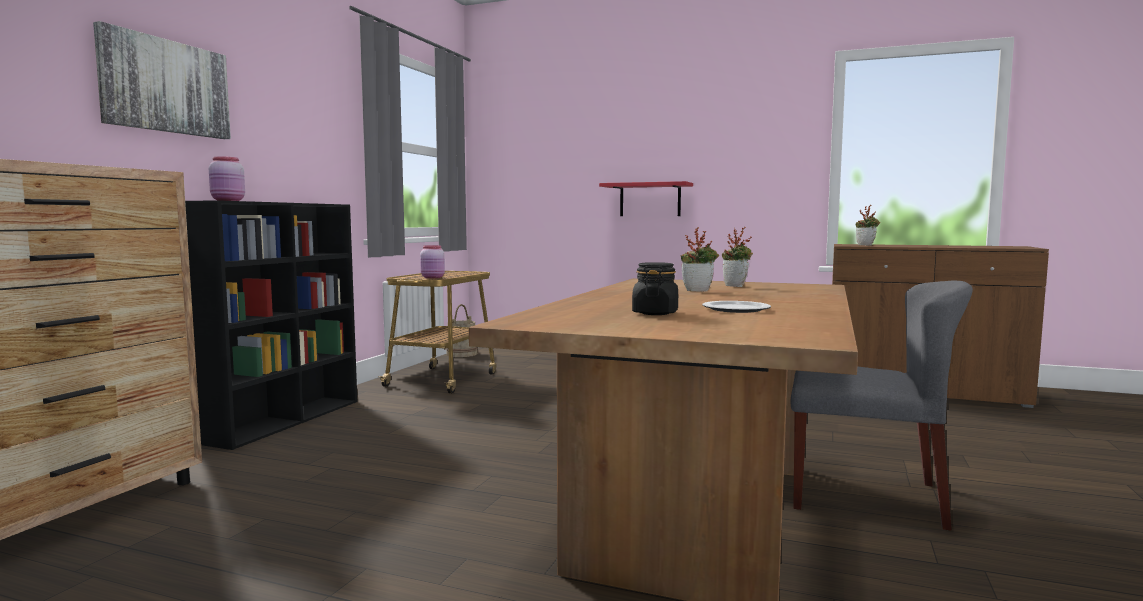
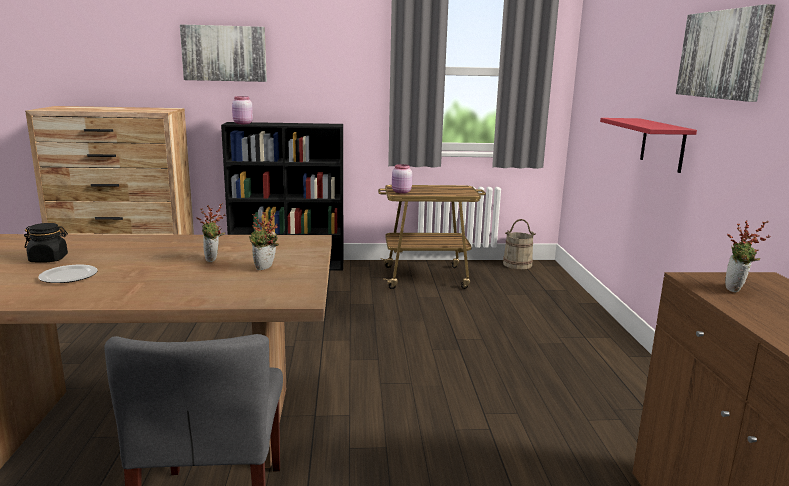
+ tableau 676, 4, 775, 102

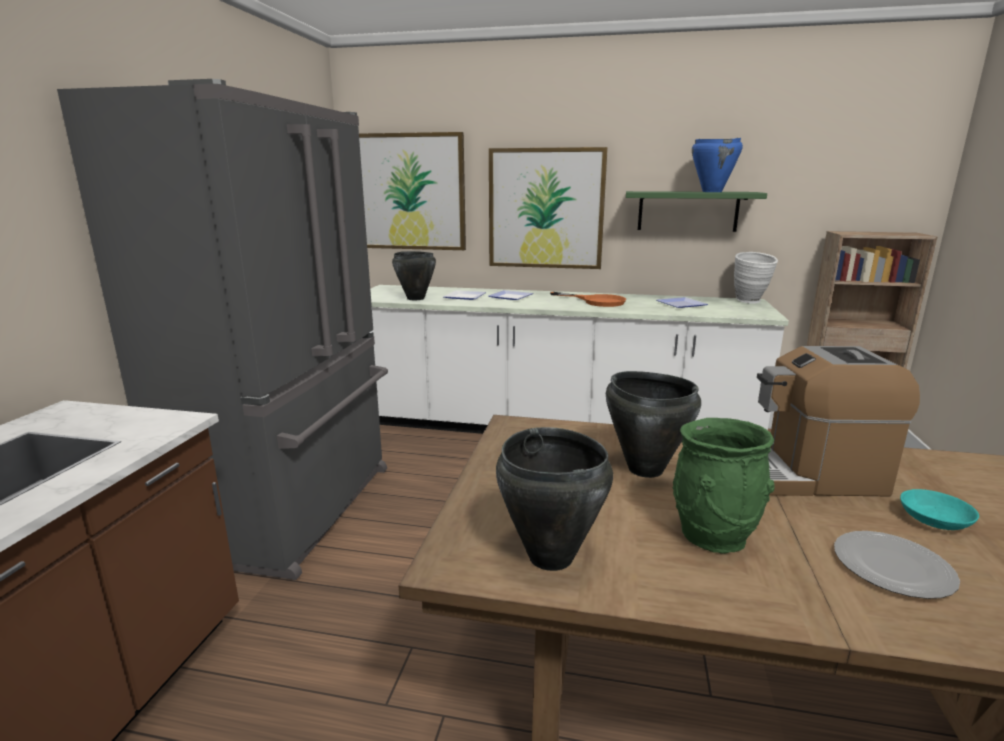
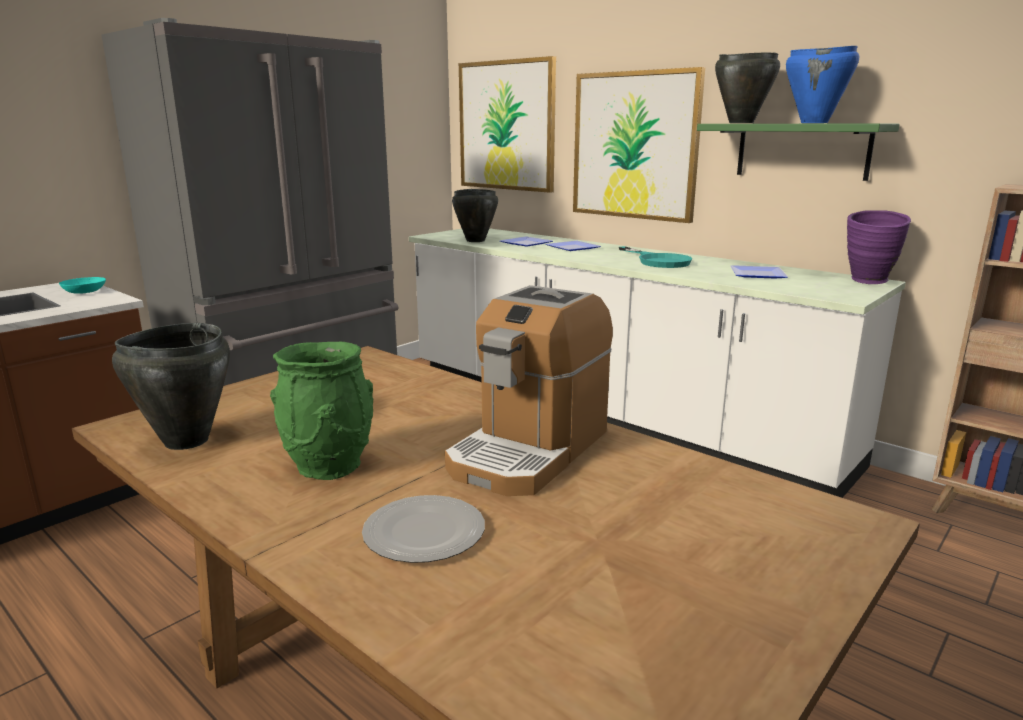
~ poêle [orange] 550, 292, 626, 307 to poêle [turquoise] 619, 246, 693, 268
~ marmite [noir] 606, 371, 701, 478 to 715, 52, 780, 123
~ vase [blanc] 734, 252, 778, 304 to vase [violet] 847, 210, 911, 284
~ machine à café 757, 346, 920, 496 = 445, 285, 613, 496 90 degrees counterclockwise
~ bol [turquoise] 900, 489, 979, 530 to 59, 277, 106, 294

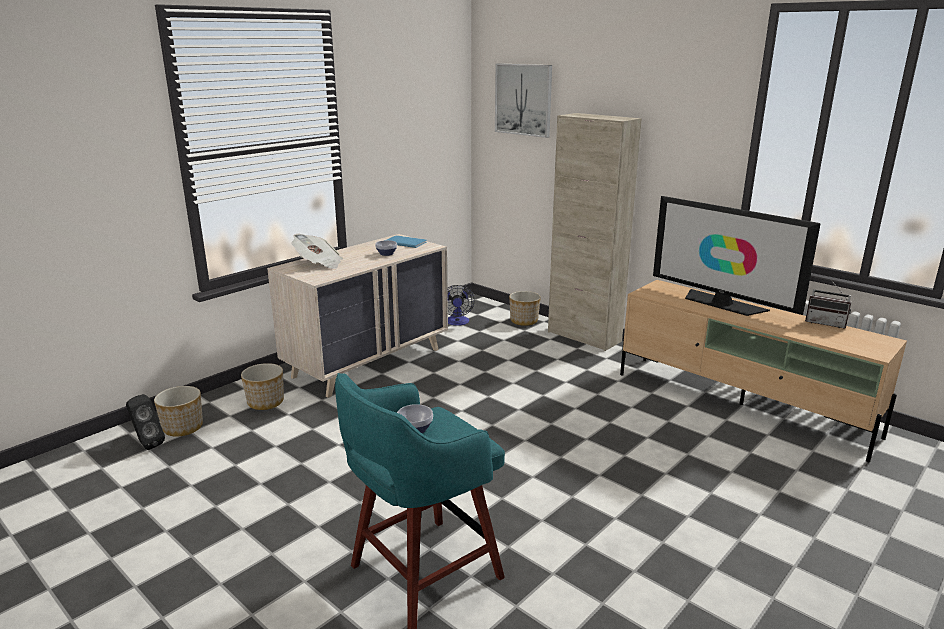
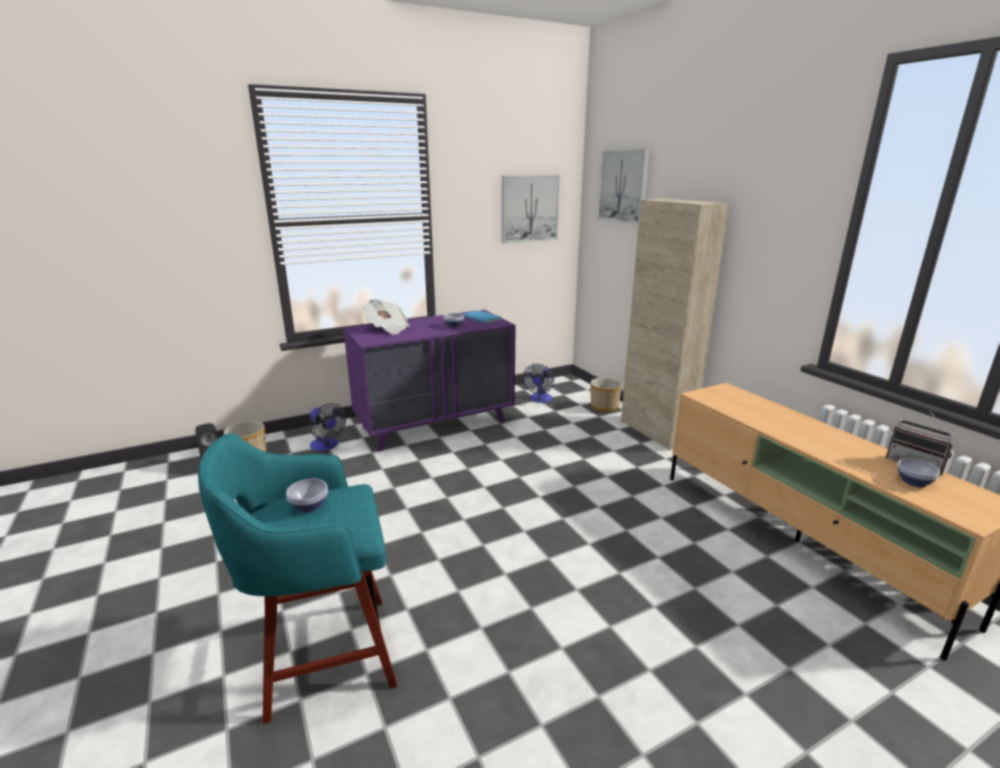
~ cache-pot 241, 363, 284, 410 to ventilateur 310, 403, 346, 451
~ commode [beige] 267, 234, 448, 398 to commode [violet] 343, 310, 516, 452
- téléviseur 653, 196, 821, 316
+ tableau 502, 175, 560, 244
+ bol 897, 458, 940, 487

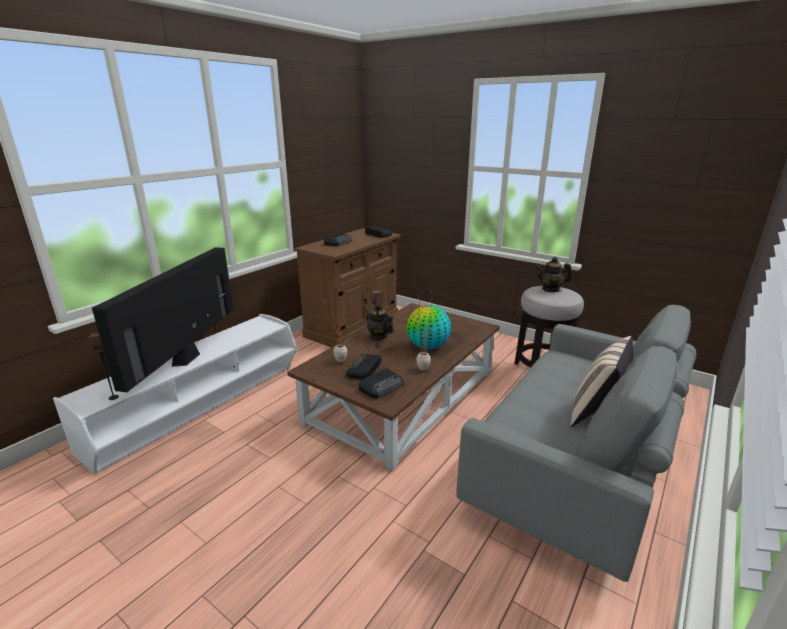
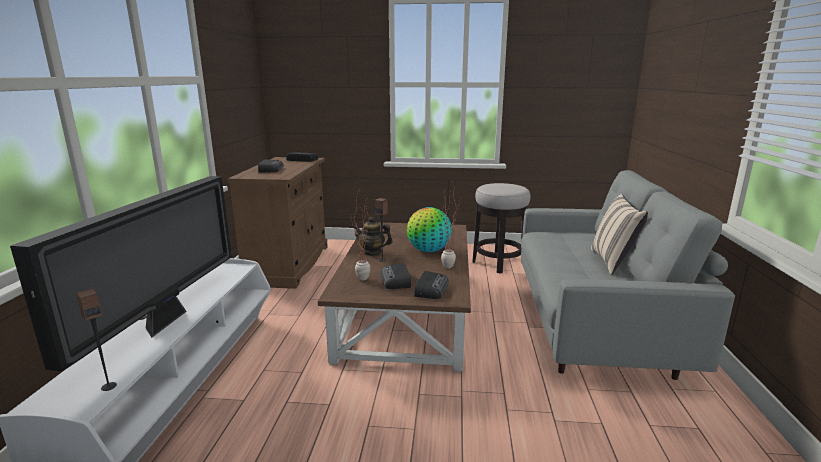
~ téléviseur 92, 247, 234, 392 = 10, 176, 232, 372 150 degrees counterclockwise
- théière 535, 257, 572, 292

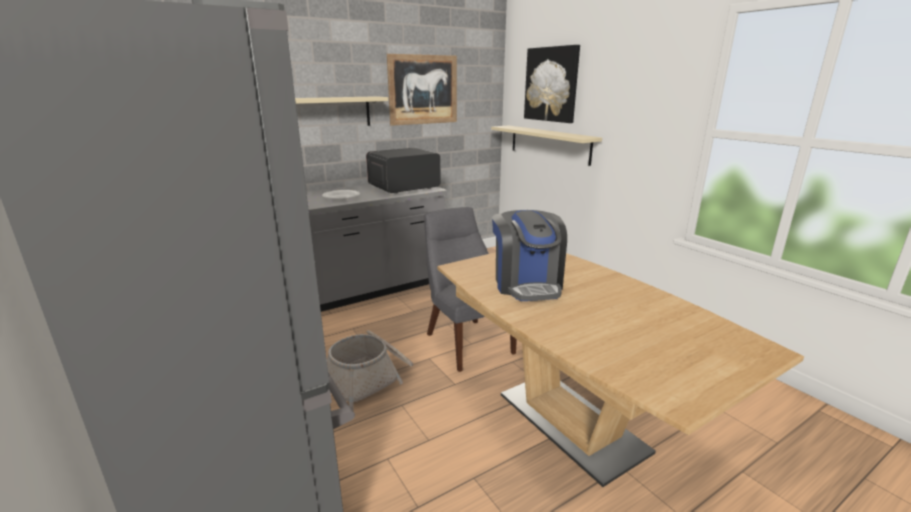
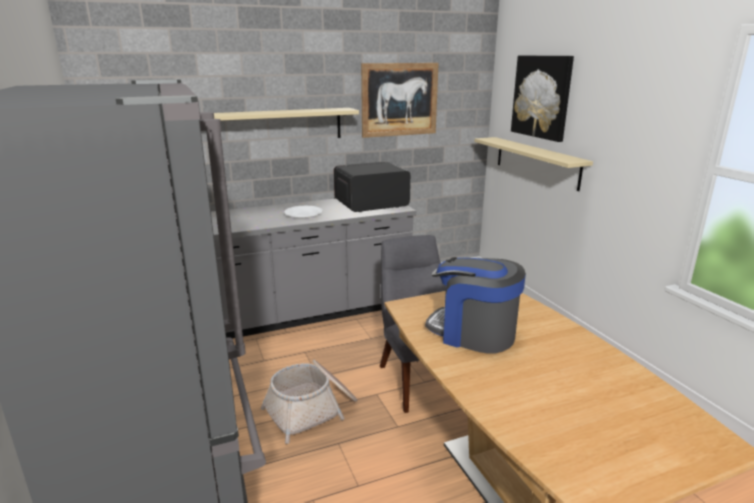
~ machine à café 492, 210, 567, 301 = 425, 257, 526, 354 120 degrees clockwise

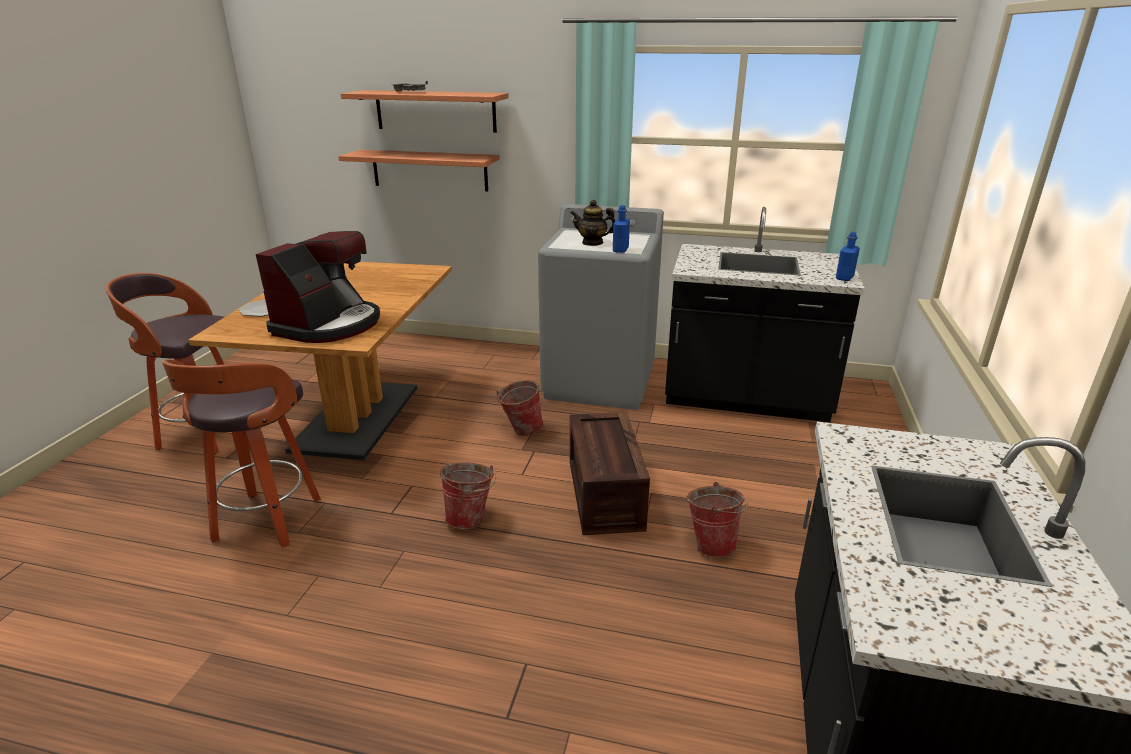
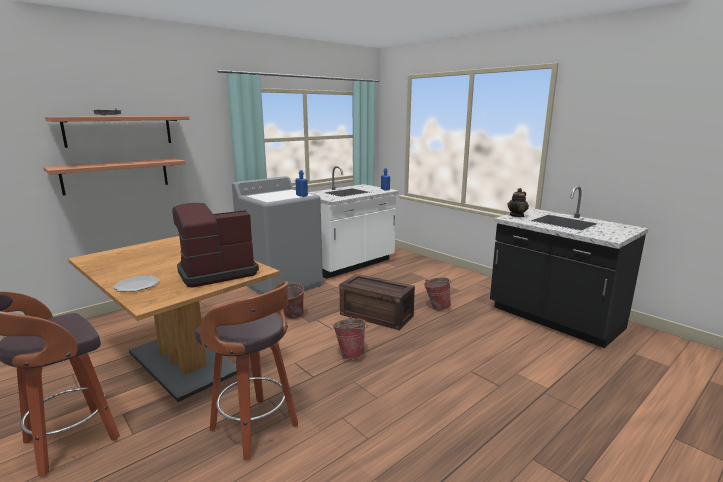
~ machine à café 256, 231, 380, 343 = 173, 203, 259, 288 90 degrees counterclockwise
~ théière 571, 200, 615, 246 to 507, 188, 529, 218
~ comptoir de cuisine [noir] 665, 207, 865, 422 to comptoir de cuisine [blanc] 308, 166, 399, 279

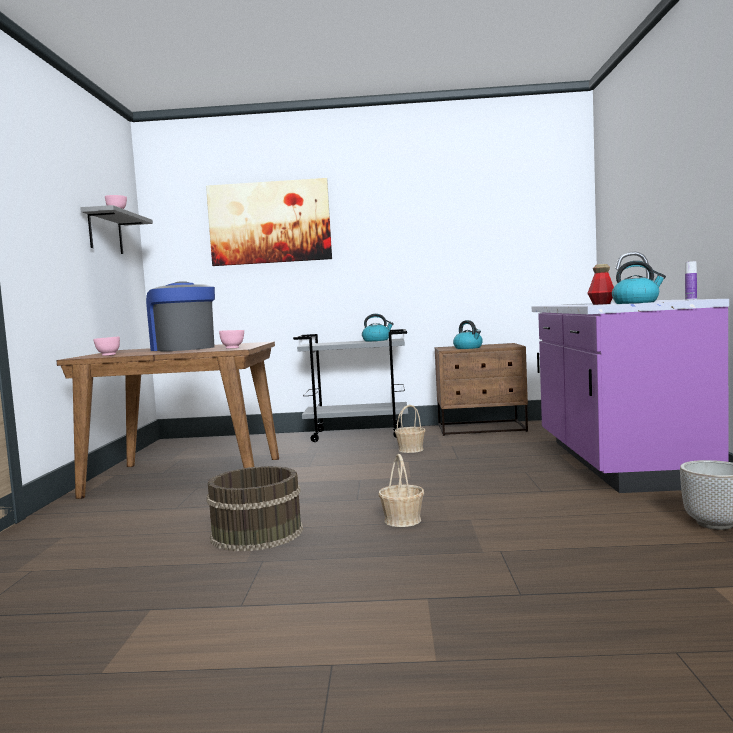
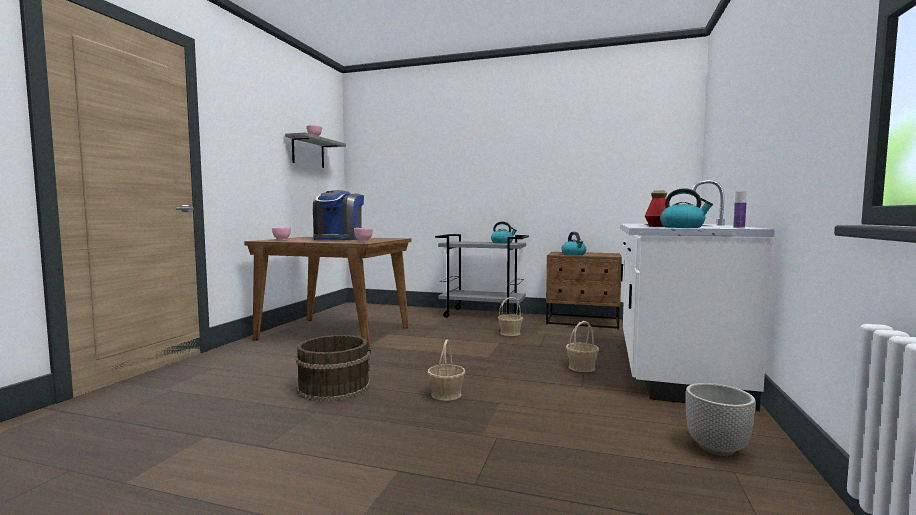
~ machine à café 146, 281, 215, 351 = 313, 190, 364, 240 150 degrees counterclockwise
- tableau 206, 178, 332, 266
~ comptoir de cuisine [violet] 532, 252, 729, 493 to comptoir de cuisine [blanc] 620, 180, 775, 411
+ panier 566, 321, 599, 372

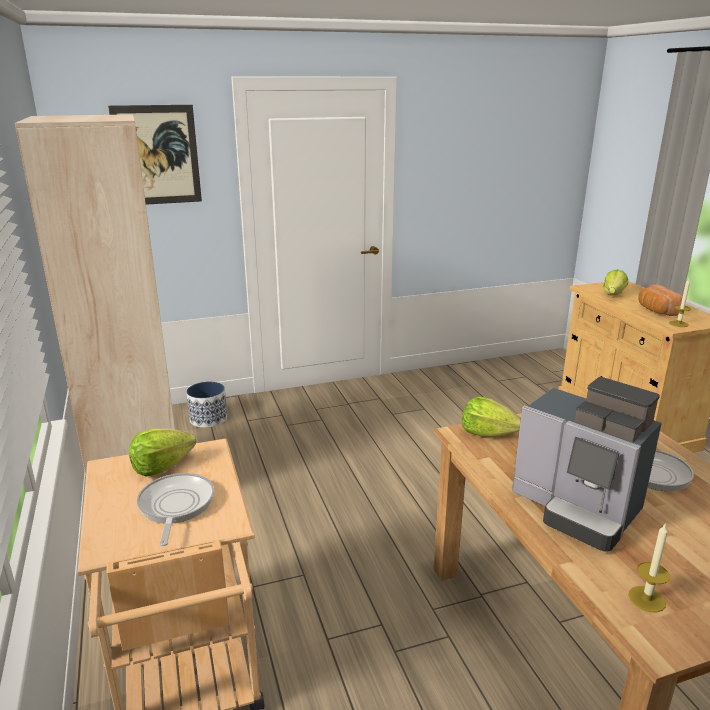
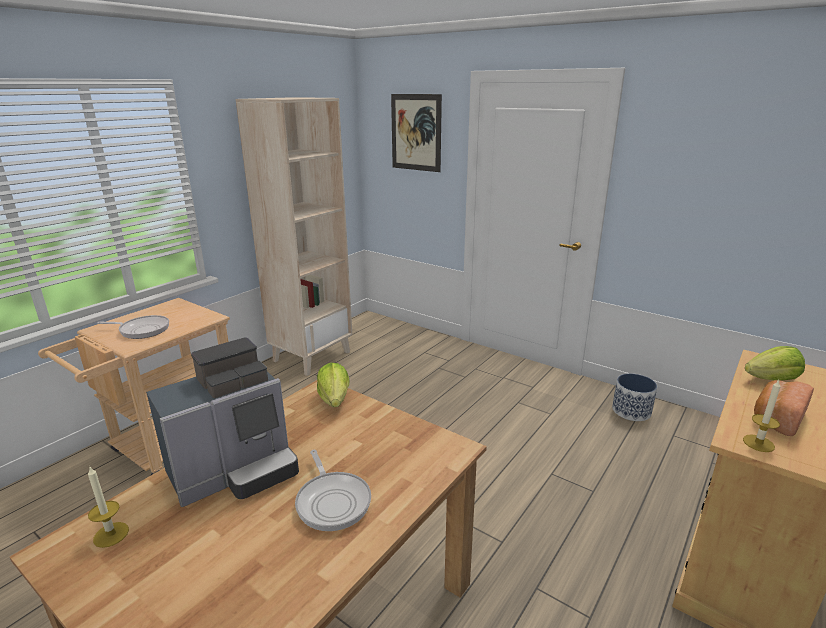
- laitue 129, 429, 196, 476
~ poêle 137, 473, 214, 546 = 97, 315, 169, 339 45 degrees clockwise
~ cache-pot 186, 382, 227, 428 to 612, 373, 657, 421
~ machine à café 512, 377, 662, 552 = 146, 337, 299, 507 135 degrees counterclockwise

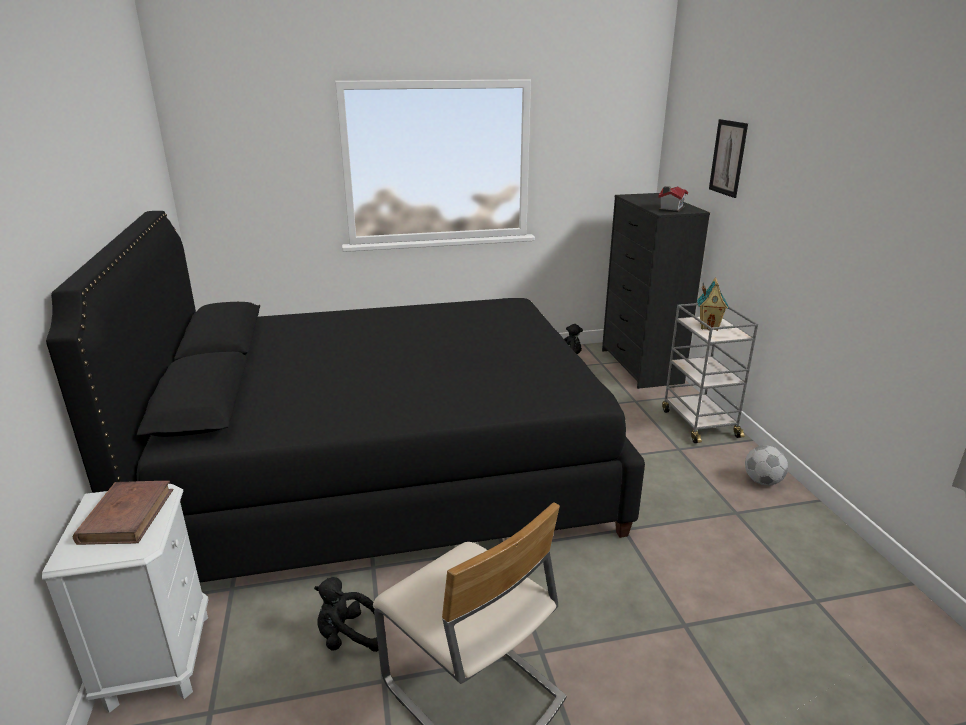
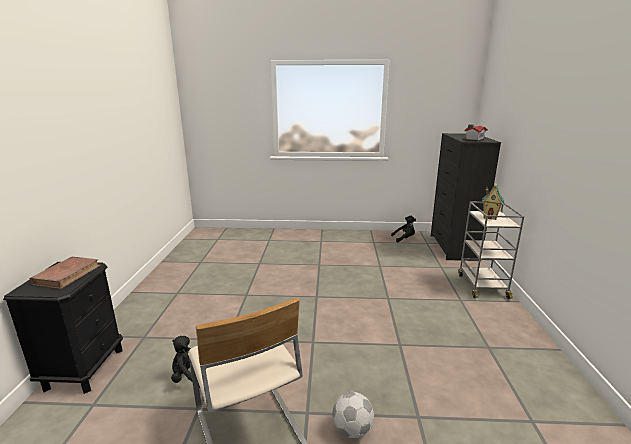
~ table de chevet [blanc] 42, 484, 209, 713 to table de chevet [noir] 3, 262, 123, 394
- lit [noir] 46, 211, 645, 582
- tableau 709, 119, 748, 198
~ ballon de foot 745, 445, 788, 486 to 332, 392, 374, 438

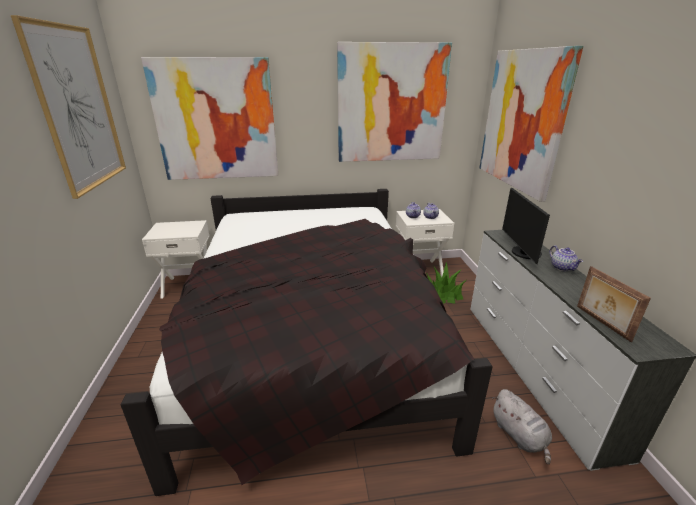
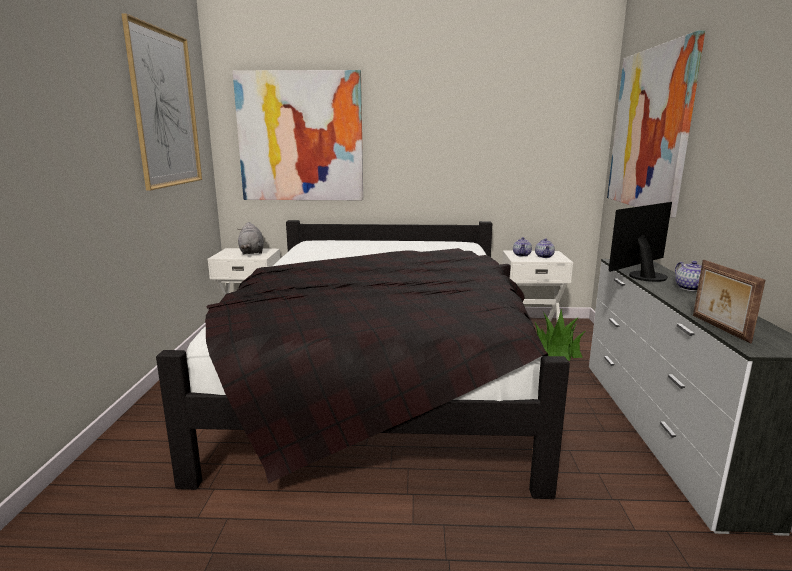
- tableau 337, 42, 452, 162
~ peluche [gris] 492, 389, 552, 464 to 238, 222, 264, 254
~ écran d'ordinateur 502, 188, 550, 264 = 609, 202, 672, 282 45 degrees clockwise

